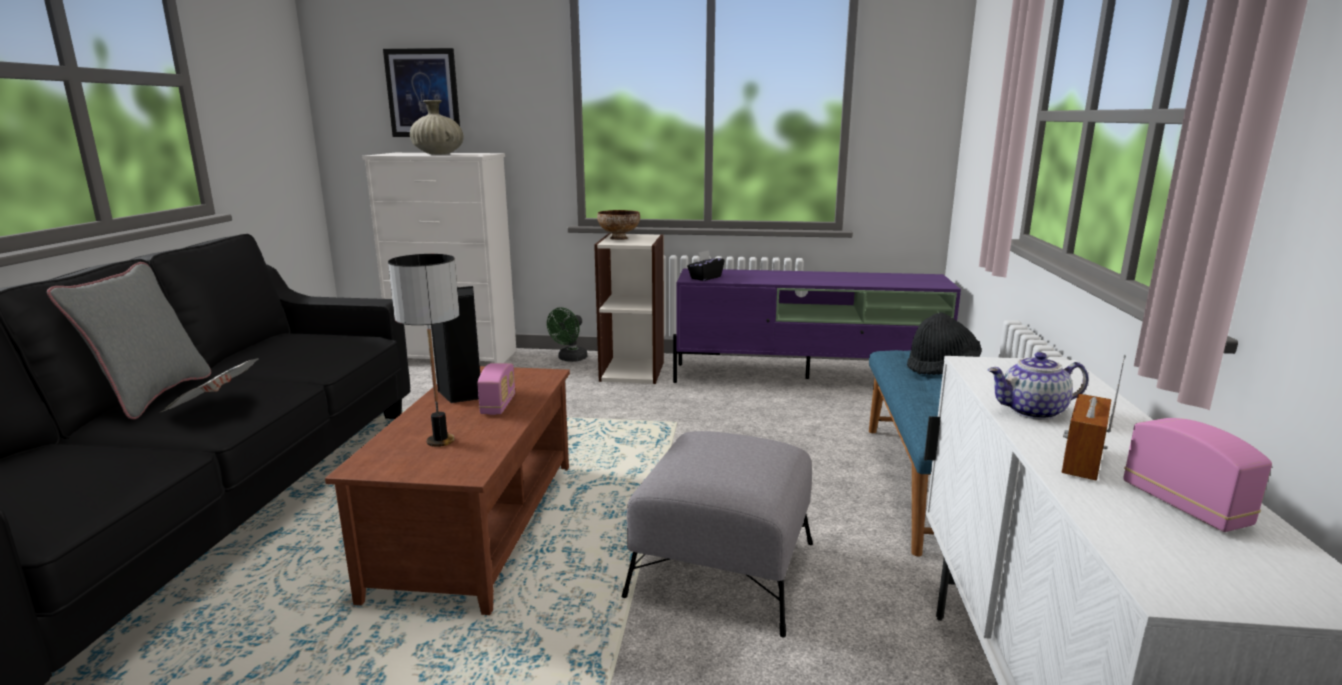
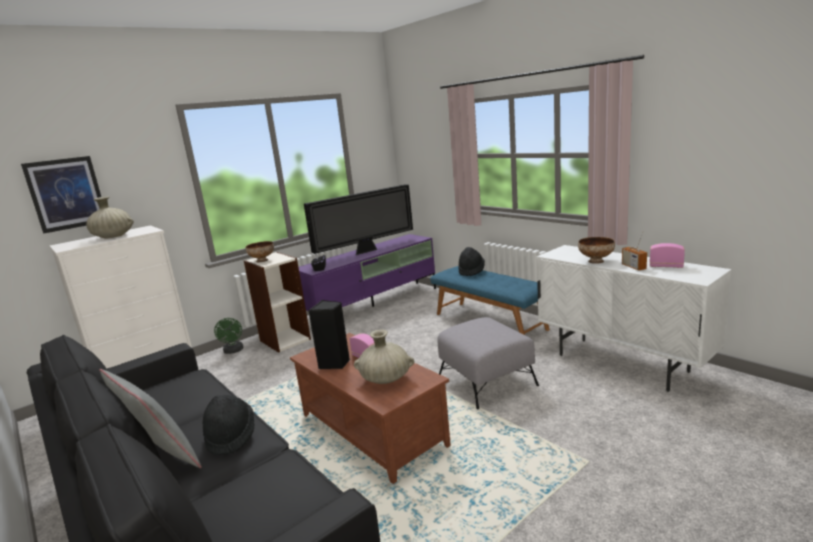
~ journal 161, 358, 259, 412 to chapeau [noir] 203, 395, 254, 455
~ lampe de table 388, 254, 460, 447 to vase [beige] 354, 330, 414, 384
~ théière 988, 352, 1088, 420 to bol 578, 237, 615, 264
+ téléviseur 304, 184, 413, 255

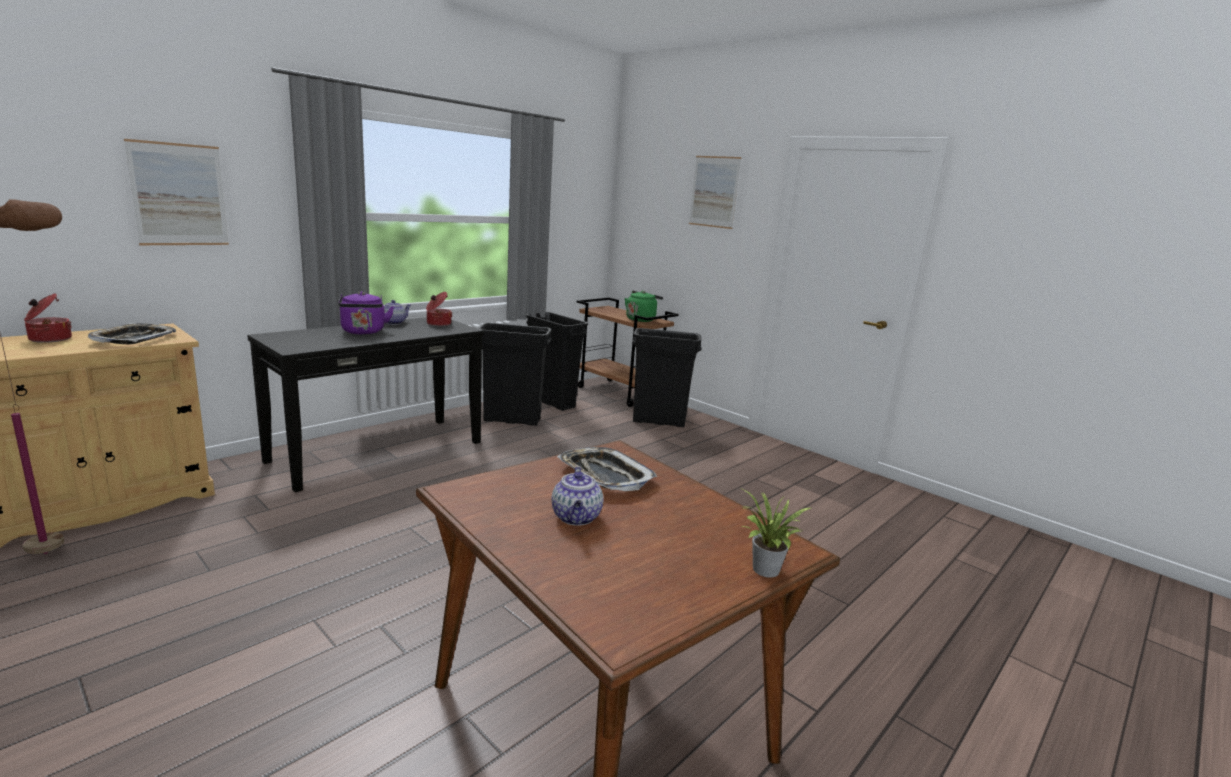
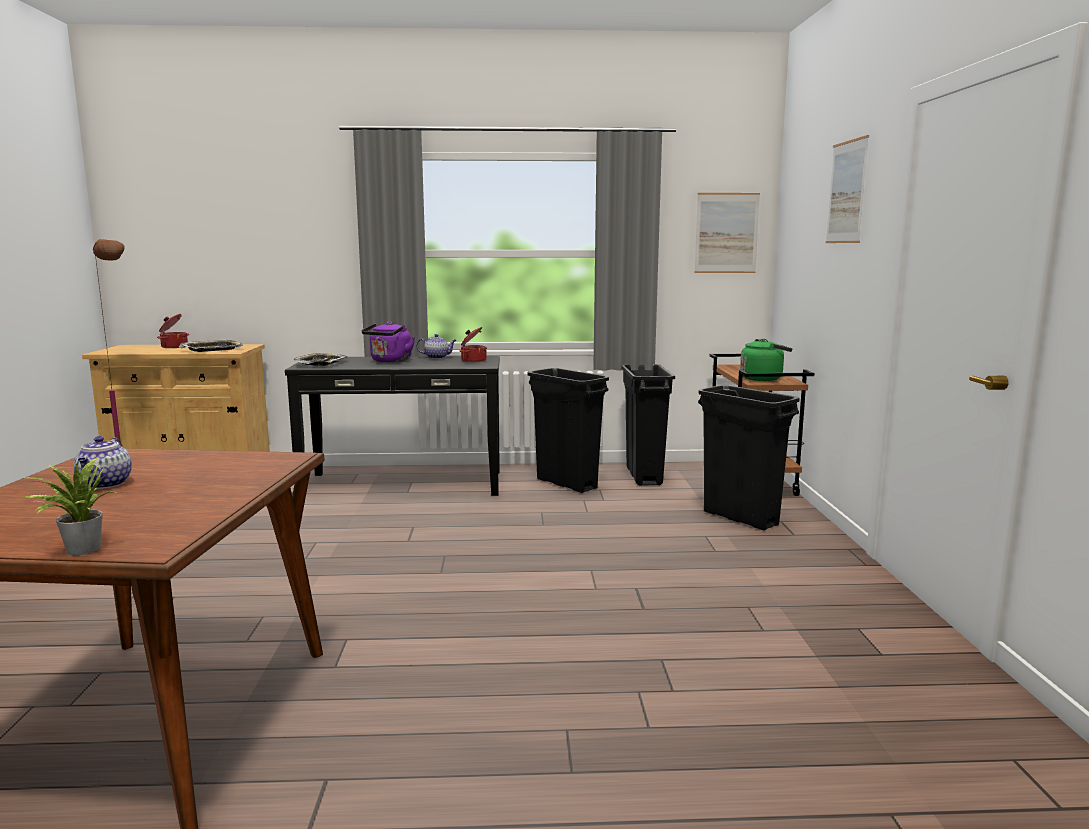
~ tableau 124, 139, 229, 245 to 694, 193, 760, 273
~ théière 552, 467, 603, 526 = 74, 436, 132, 489 45 degrees counterclockwise
~ plateau 557, 447, 657, 491 to 294, 353, 347, 366

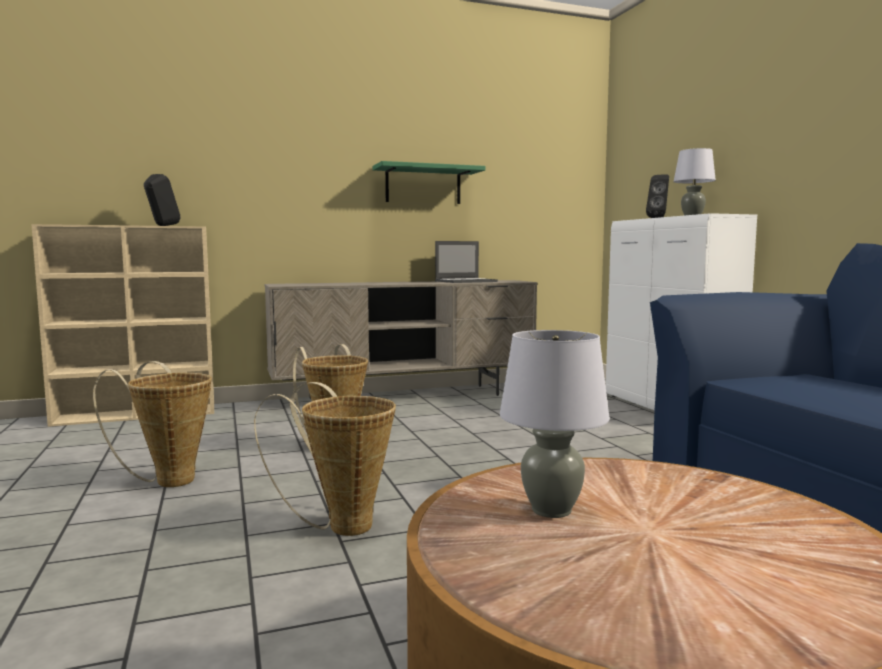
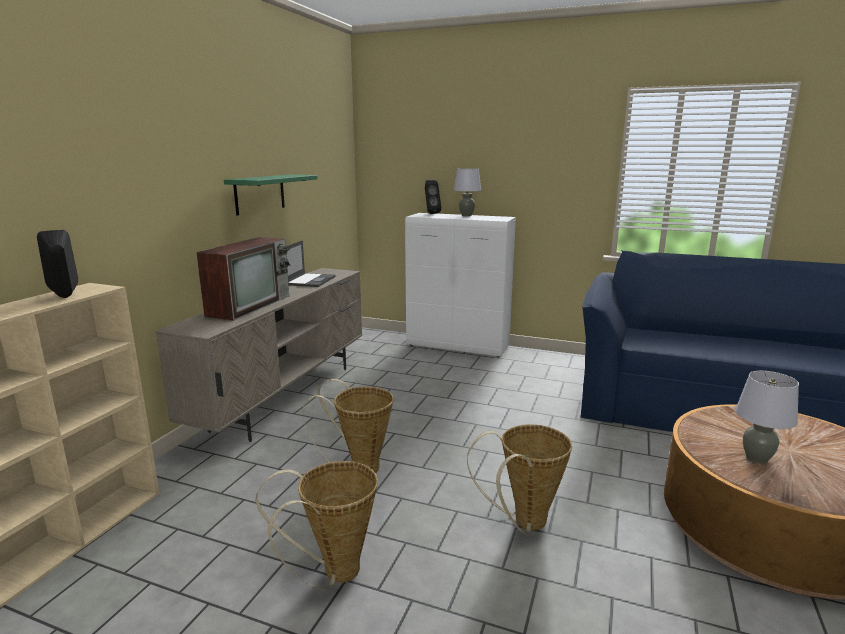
+ téléviseur 196, 237, 290, 321

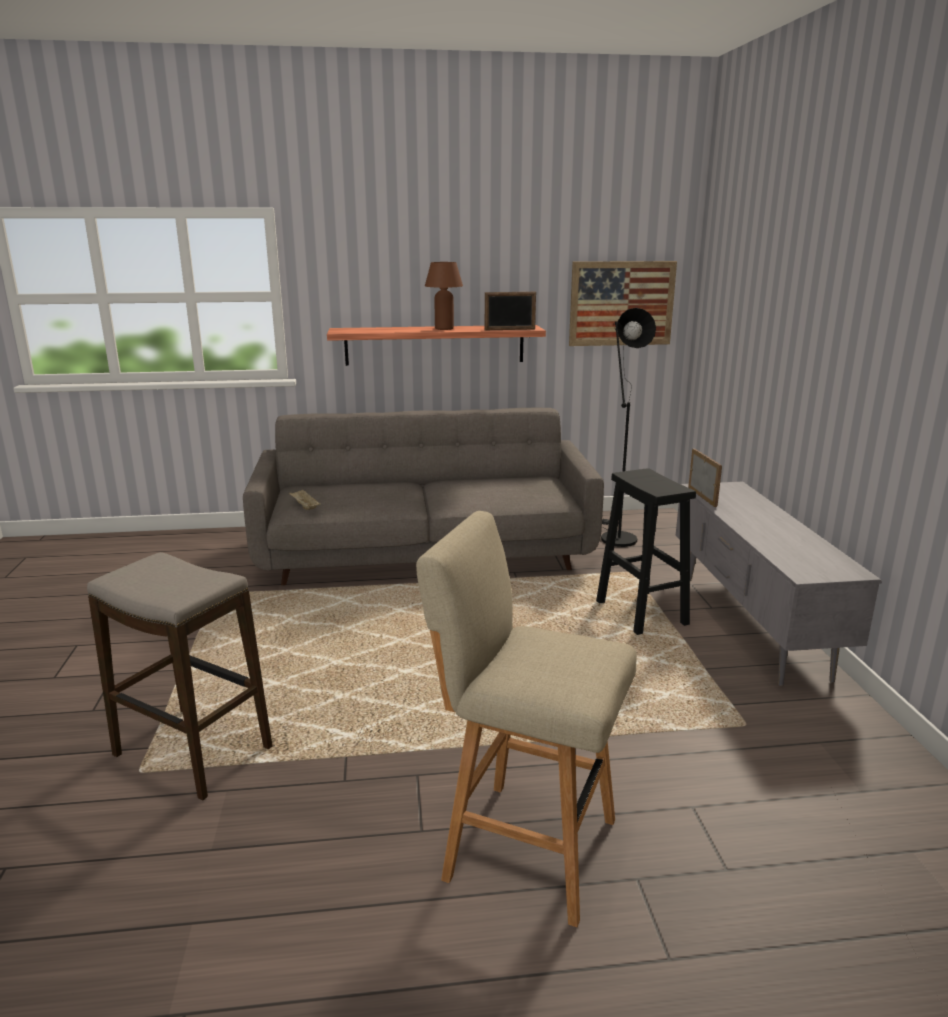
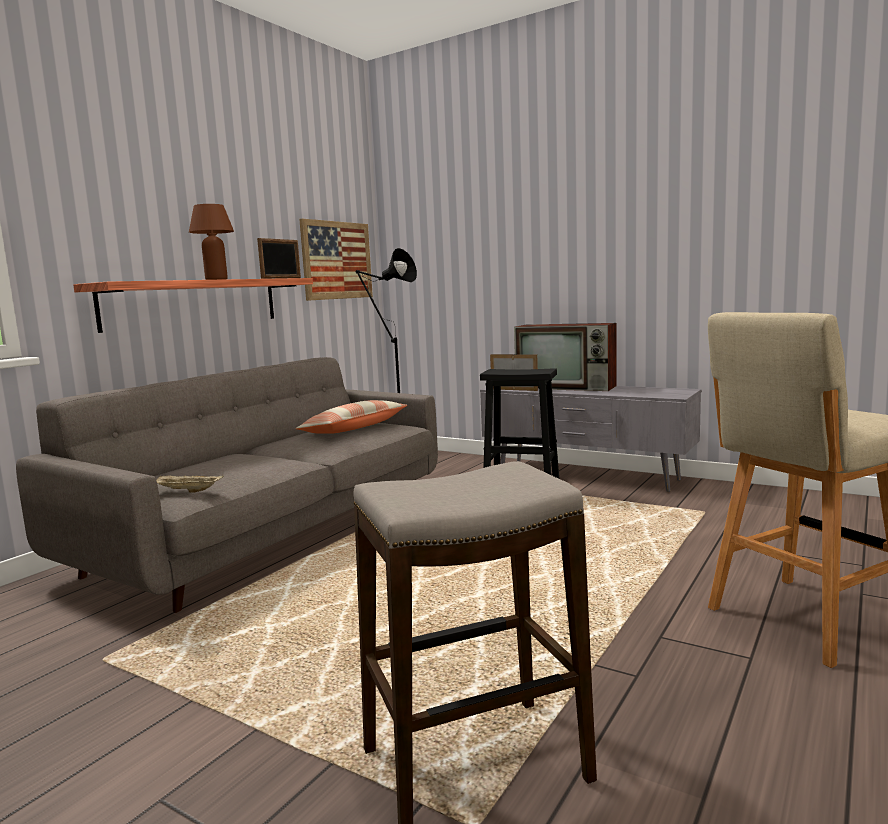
+ coussin 295, 400, 407, 434
+ téléviseur 514, 323, 617, 391

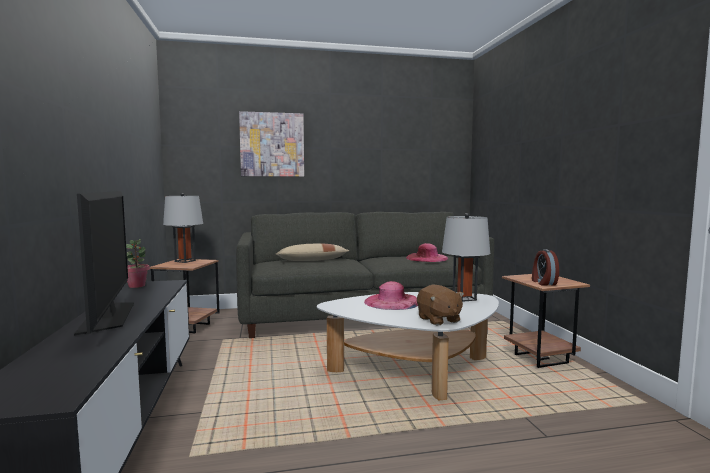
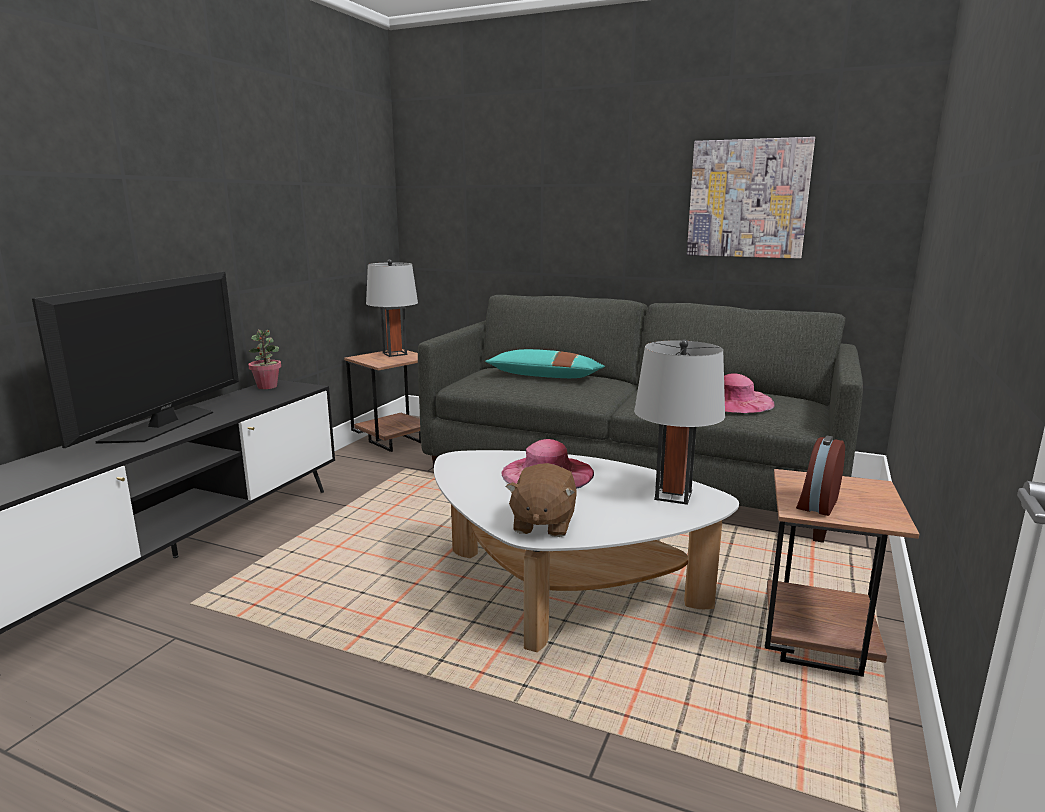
~ tableau 239, 111, 304, 177 to 687, 137, 815, 259
~ coussin [beige] 276, 243, 349, 261 to coussin [turquoise] 485, 349, 605, 378

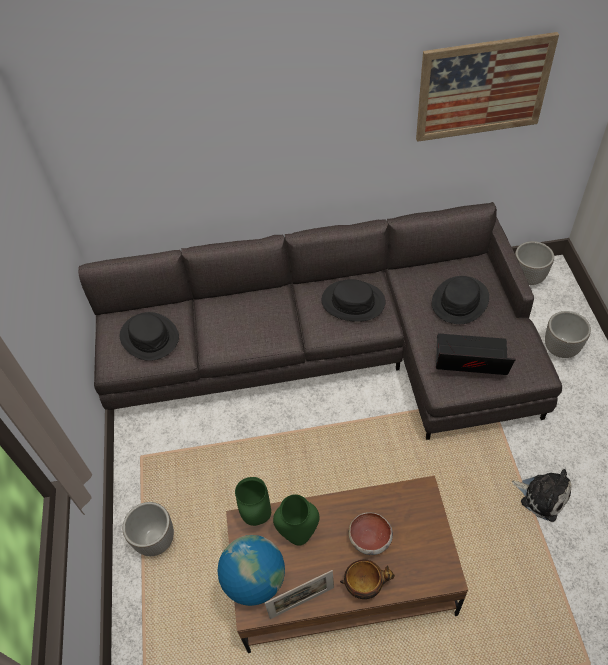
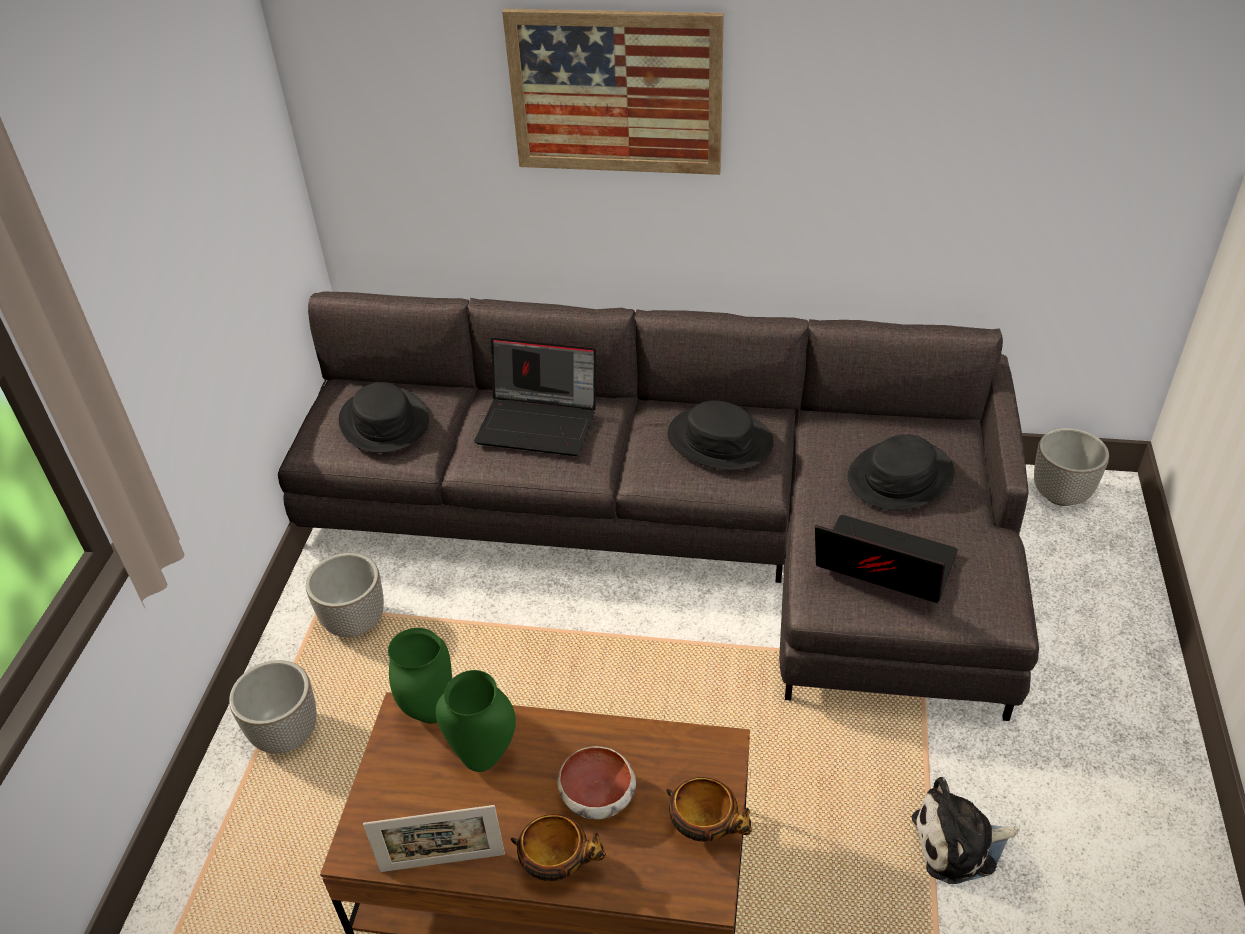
- globe 217, 535, 285, 606
~ tableau 416, 32, 559, 142 to 502, 9, 724, 175
~ peluche 512, 469, 571, 522 = 912, 777, 1018, 884 120 degrees clockwise
~ cache-pot 545, 311, 591, 358 to 306, 553, 384, 637
+ ordinateur portable 474, 338, 596, 456
+ bol 666, 777, 752, 842

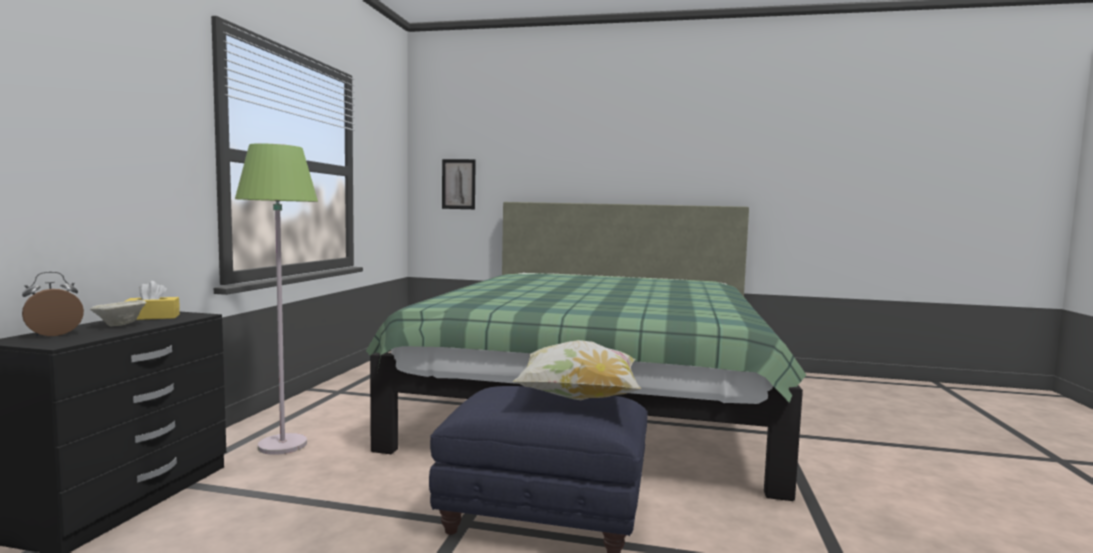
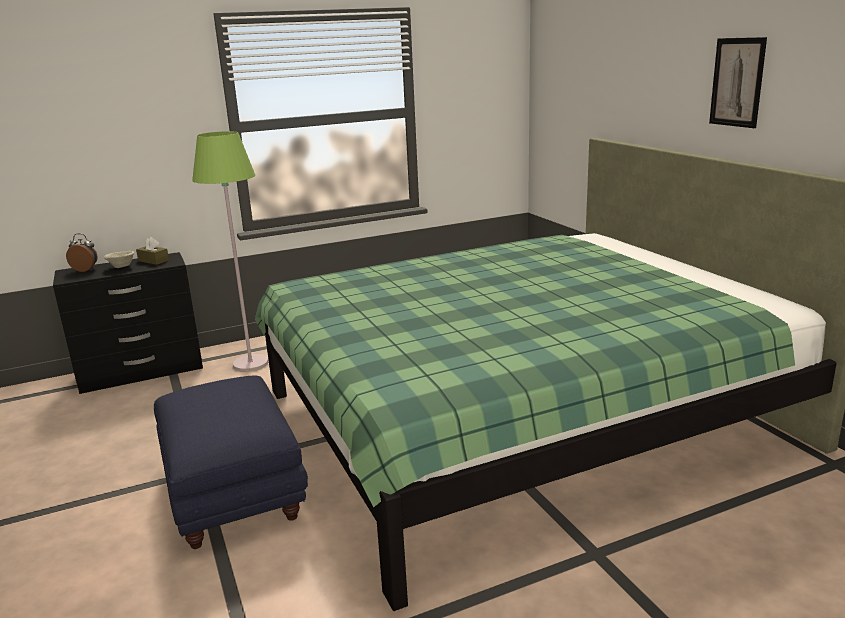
~ boîte à mouchoirs [jaune] 125, 281, 180, 320 to boîte à mouchoirs [marron] 136, 237, 169, 265
~ tableau 442, 159, 476, 209 to 709, 37, 767, 128
- coussin 512, 340, 641, 400

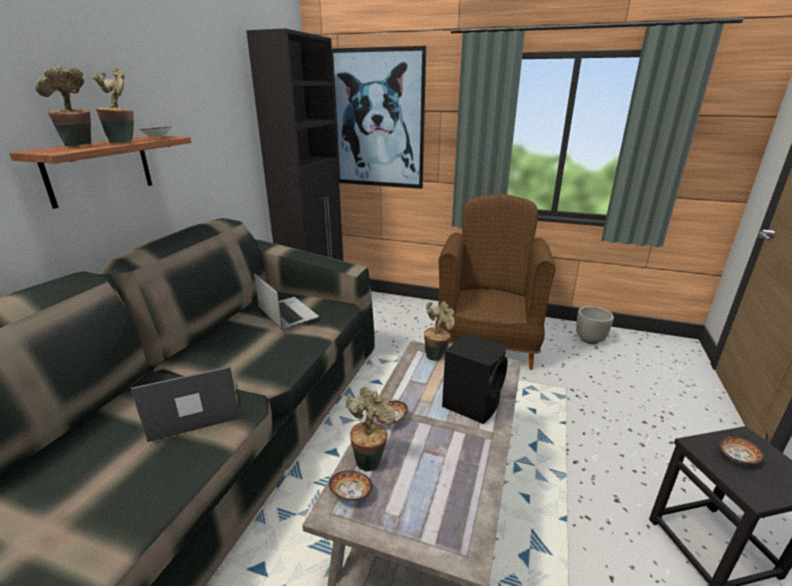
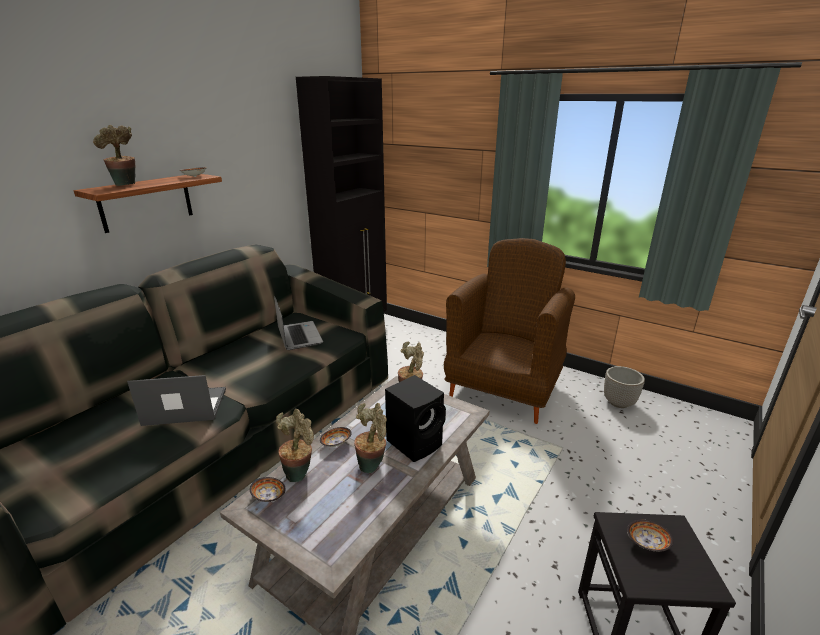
~ plante en pot 92, 68, 134, 143 to 354, 403, 387, 473
- tableau 332, 46, 426, 189

